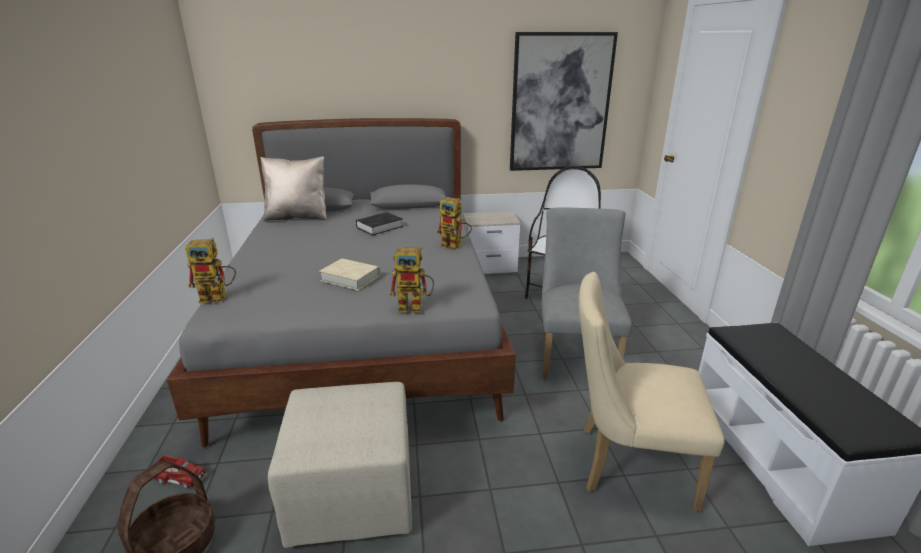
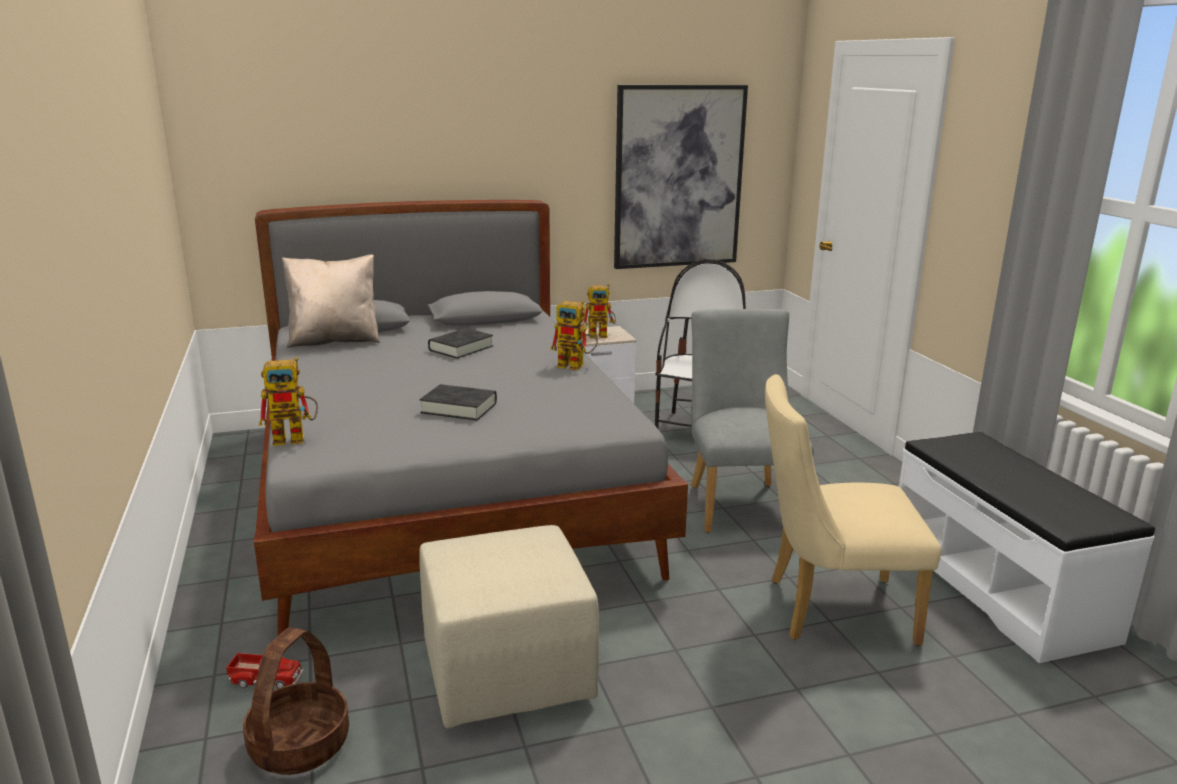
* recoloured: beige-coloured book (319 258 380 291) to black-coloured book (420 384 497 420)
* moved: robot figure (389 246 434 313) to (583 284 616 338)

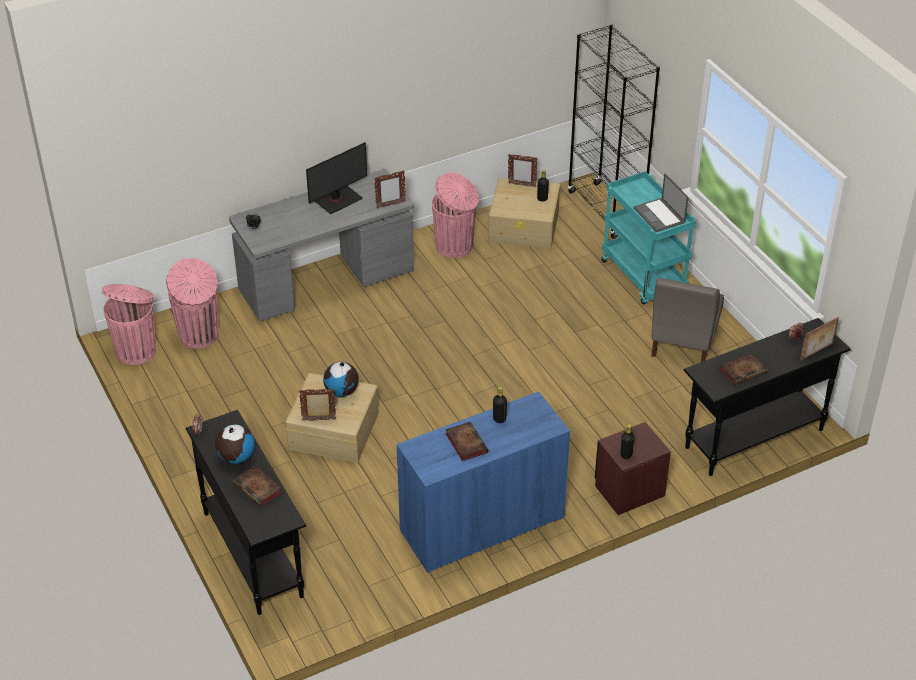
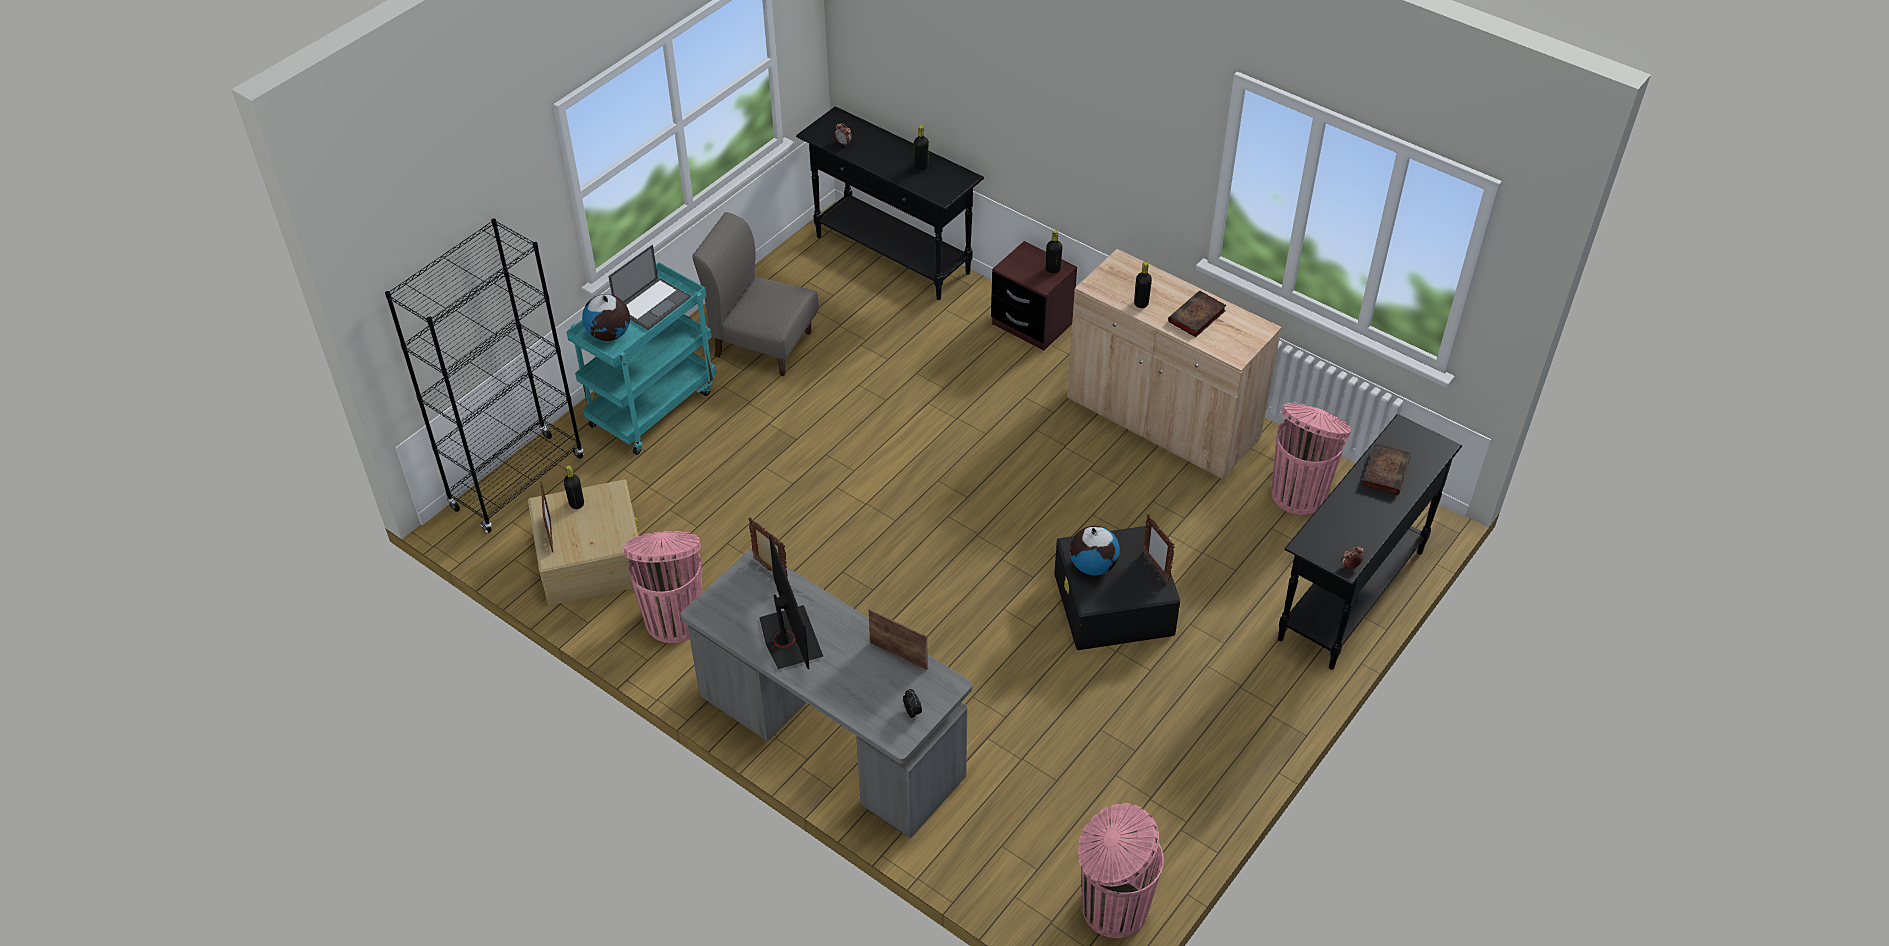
* moved: globe (215 424 255 464) to (582 294 630 341)
* turned: gray upright chair (651 278 724 362) = (692 212 819 376) 150 degrees counterclockwise
* turned: computer screen (306 142 367 214) = (759 534 823 669) 45 degrees clockwise
* moved: standing frame (800 317 839 361) to (868 609 928 670)
* replaced: book (719 353 768 385) to black-coloured beverage bottle (914 125 929 170)
* recoloured: beige-coloured storage container (286 373 379 463) to black-coloured storage container (1054 526 1180 650)
* recoloured: bluish cupboard (397 392 570 573) to beige-coloured cupboard (1067 249 1282 479)
* moved: pinkish trash can (166 258 218 348) to (1271 402 1351 515)

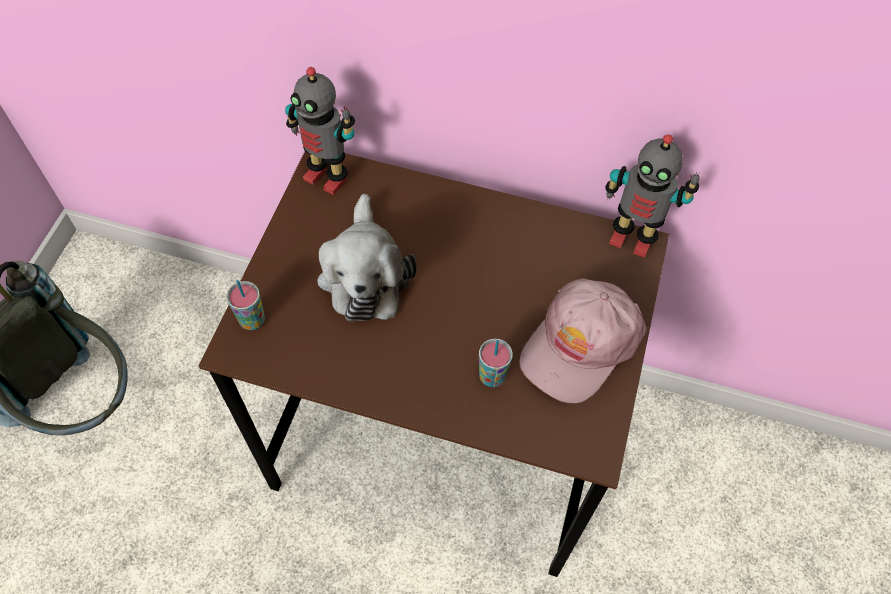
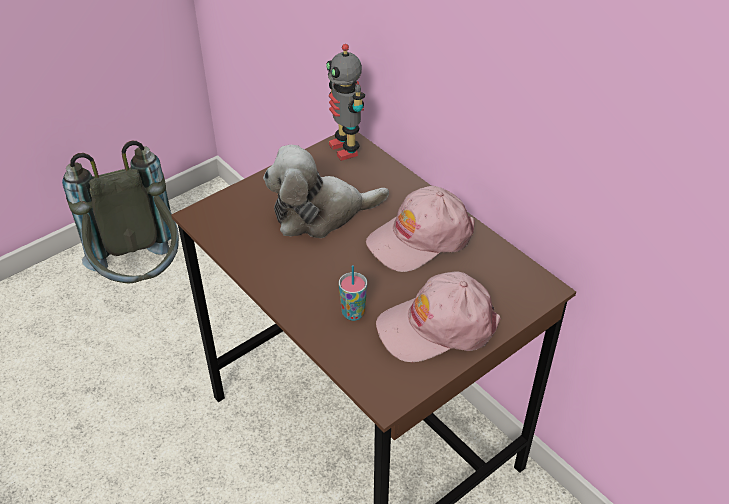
* turned: soft toy (317 194 417 322) = (263 145 389 238) 45 degrees clockwise
* added: pinkish baseball cap (366 186 475 272)
* removed: cup (226 280 265 330)
* removed: robot figure (605 134 699 258)

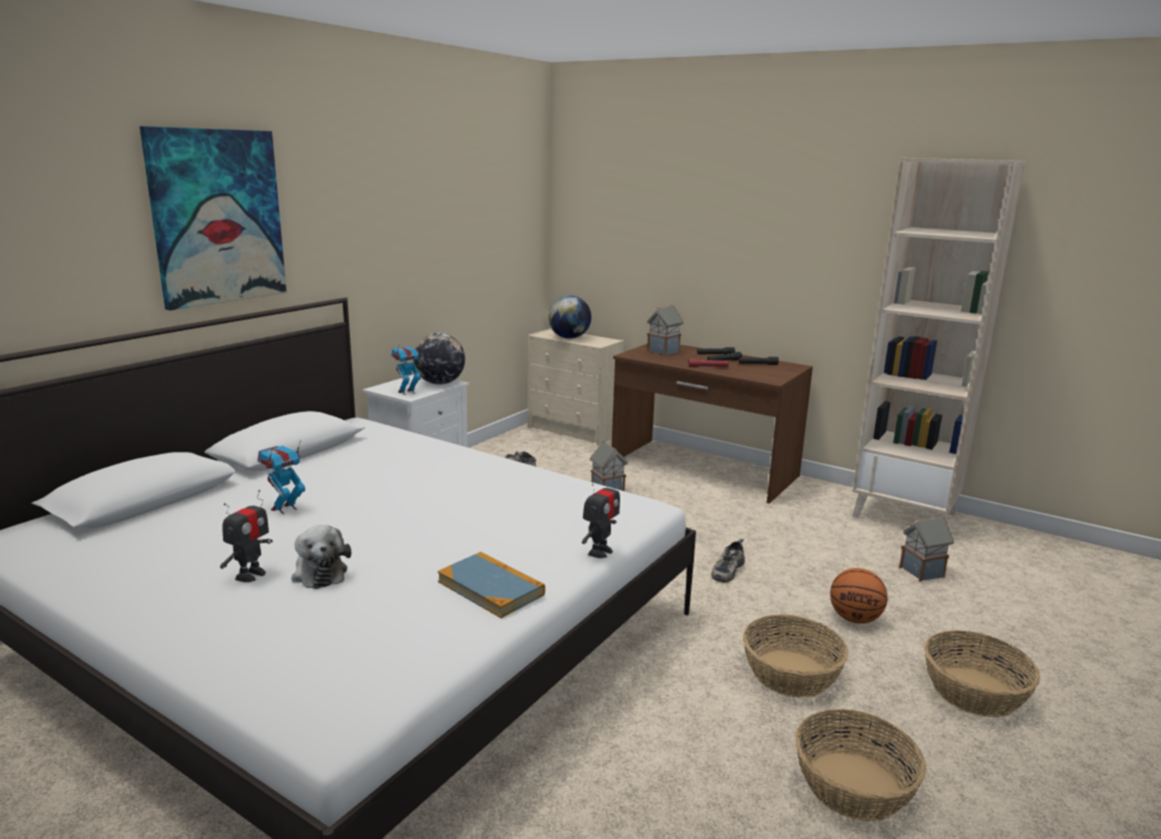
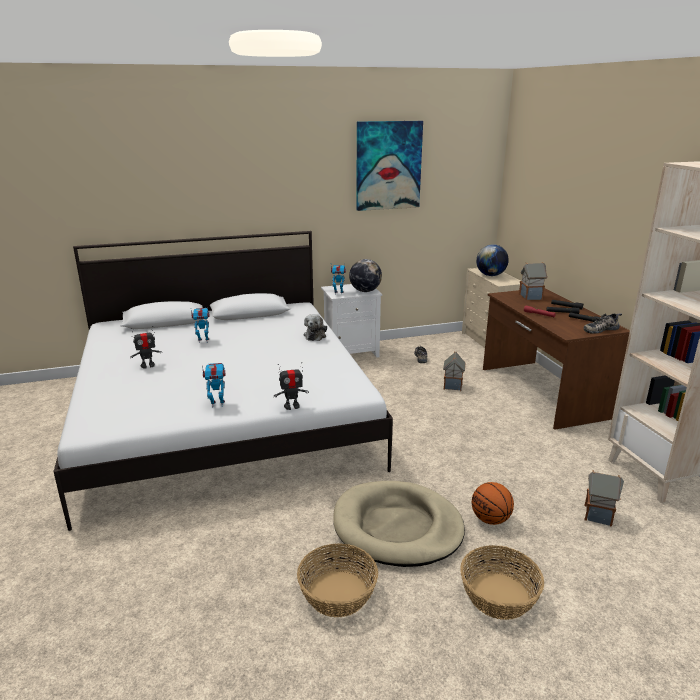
* replaced: book (438 552 545 618) to robot figure (202 363 225 408)
* moved: soft toy (291 525 351 589) to (304 314 327 341)
* replaced: storage basket (743 615 848 698) to beige-coloured pet bed (333 481 465 567)
* moved: picture (140 126 287 310) to (356 121 423 211)
* moved: item of footwear (711 539 745 583) to (583 313 622 334)

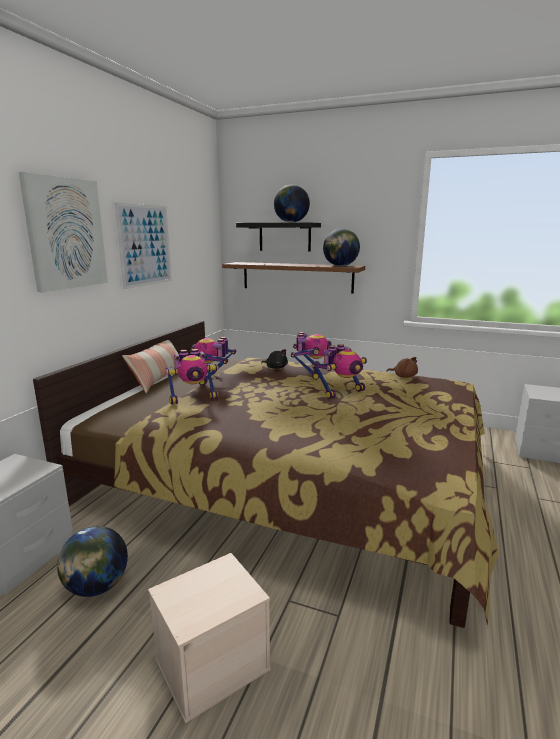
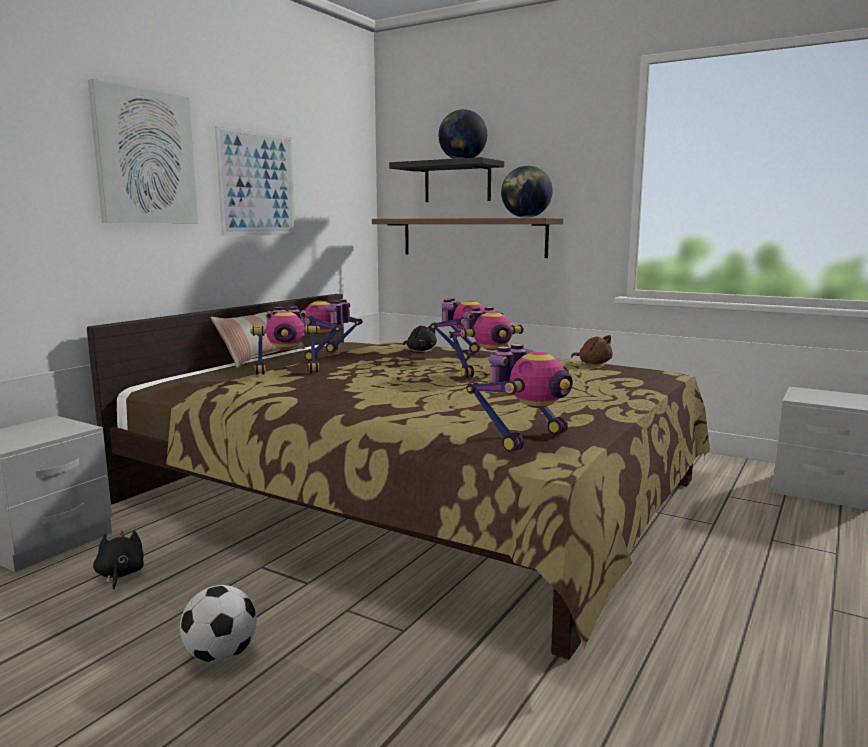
* replaced: globe (57 526 128 597) to black-coloured soft toy (93 530 144 590)
* replaced: beige-coloured storage container (148 553 270 723) to football (180 585 257 663)
* added: robot figure (467 344 573 453)

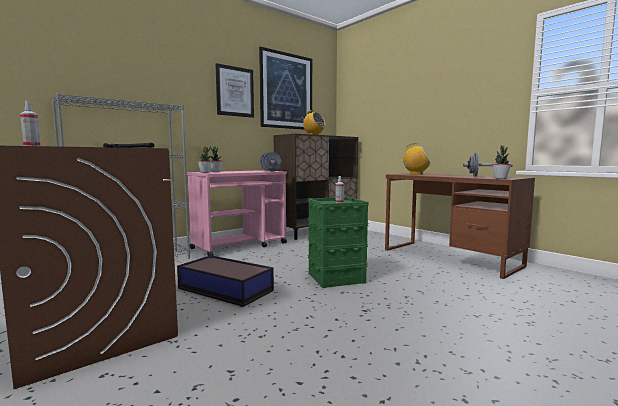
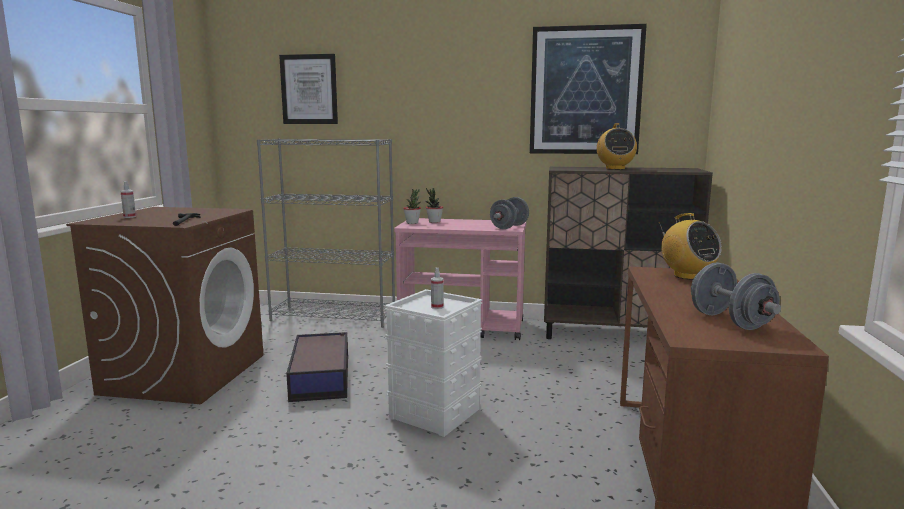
* moved: picture (215 63 254 118) to (279 54 338 124)
* recoloured: green storage container (308 197 369 288) to white storage container (385 289 482 437)
* removed: potted plant (492 145 511 179)

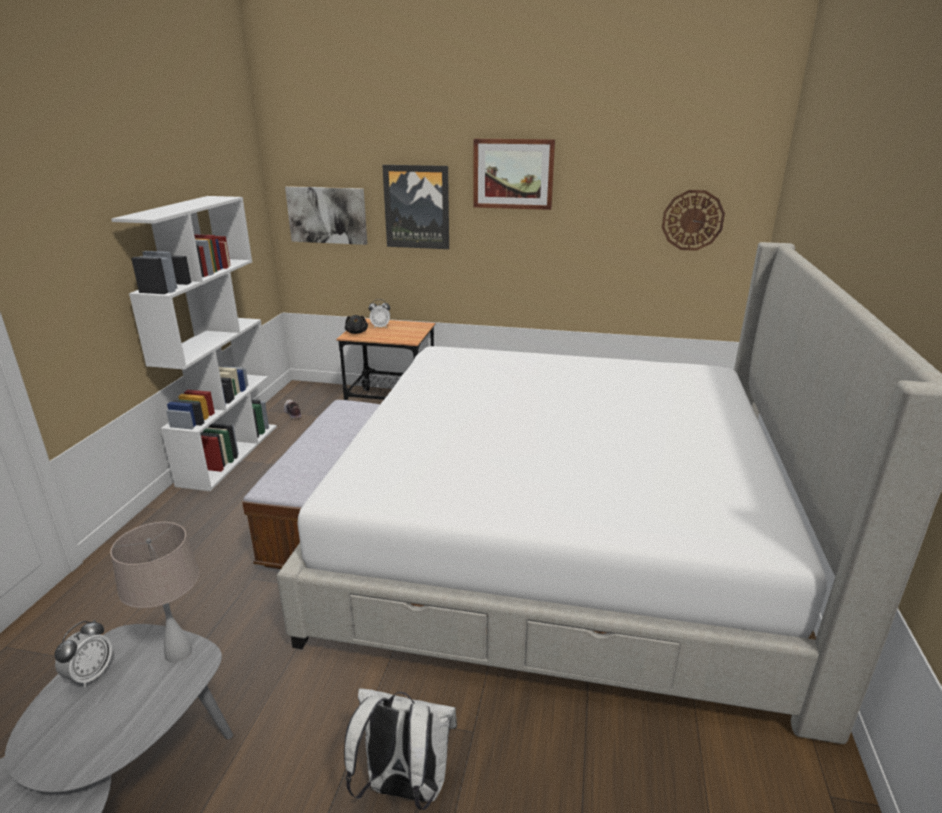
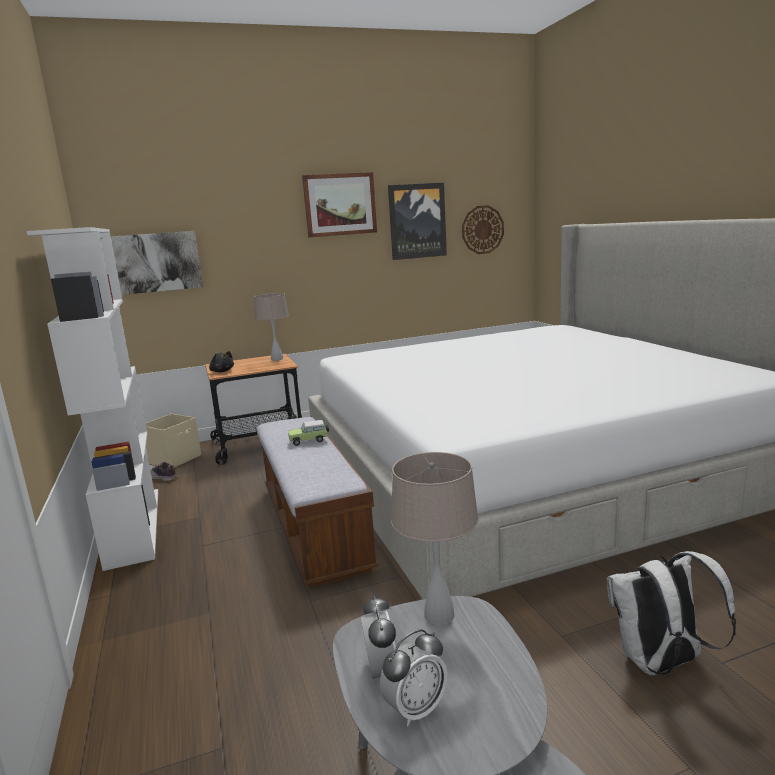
* added: beige-coloured storage container (146 414 201 468)
* added: beige-coloured tabletop lamp (254 293 289 361)
* added: model car (288 420 329 446)
* moved: table clock (368 299 390 328) to (380 629 448 726)
* moved: picture (382 165 449 249) to (388 183 447 260)

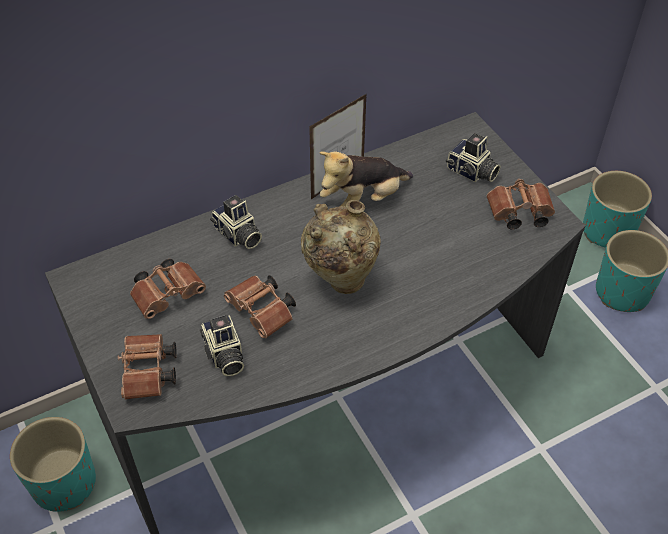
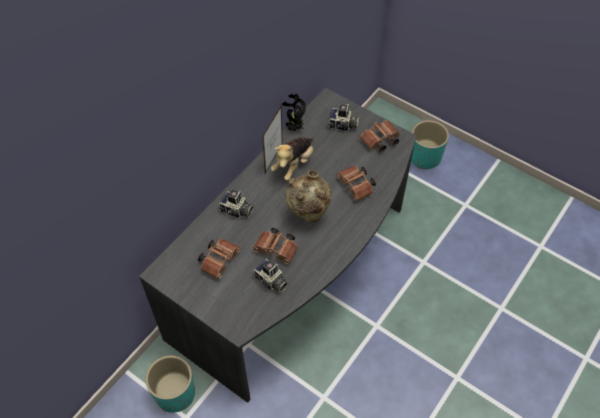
* added: potted plant (282 93 306 131)
* moved: brownish field glasses (118 334 177 400) to (336 166 376 201)
* removed: turquoise-coloured flower pot (583 171 652 248)

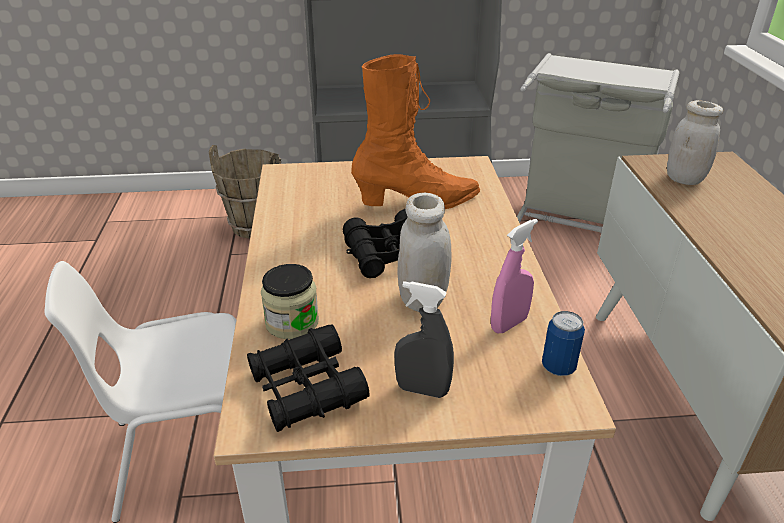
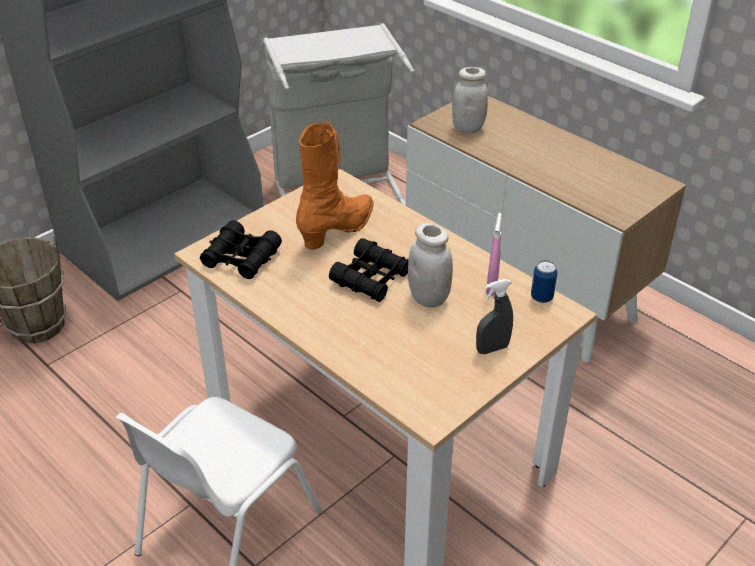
* moved: black-coloured field glasses (247 324 369 432) to (200 220 282 279)
* removed: preserve jar (261 264 319 339)

